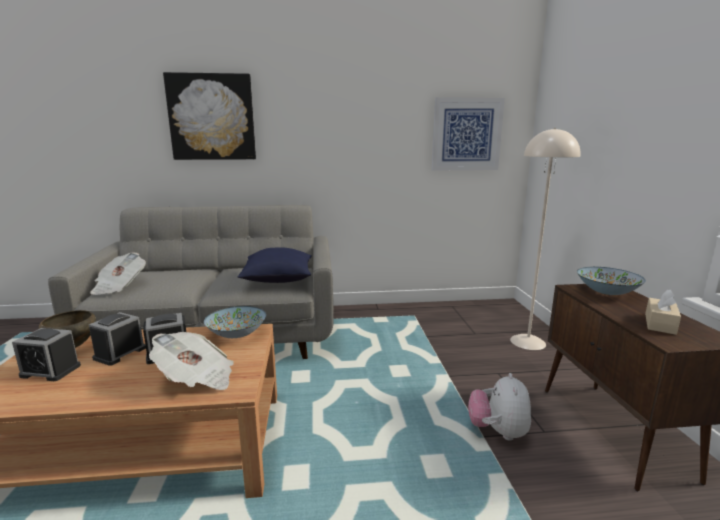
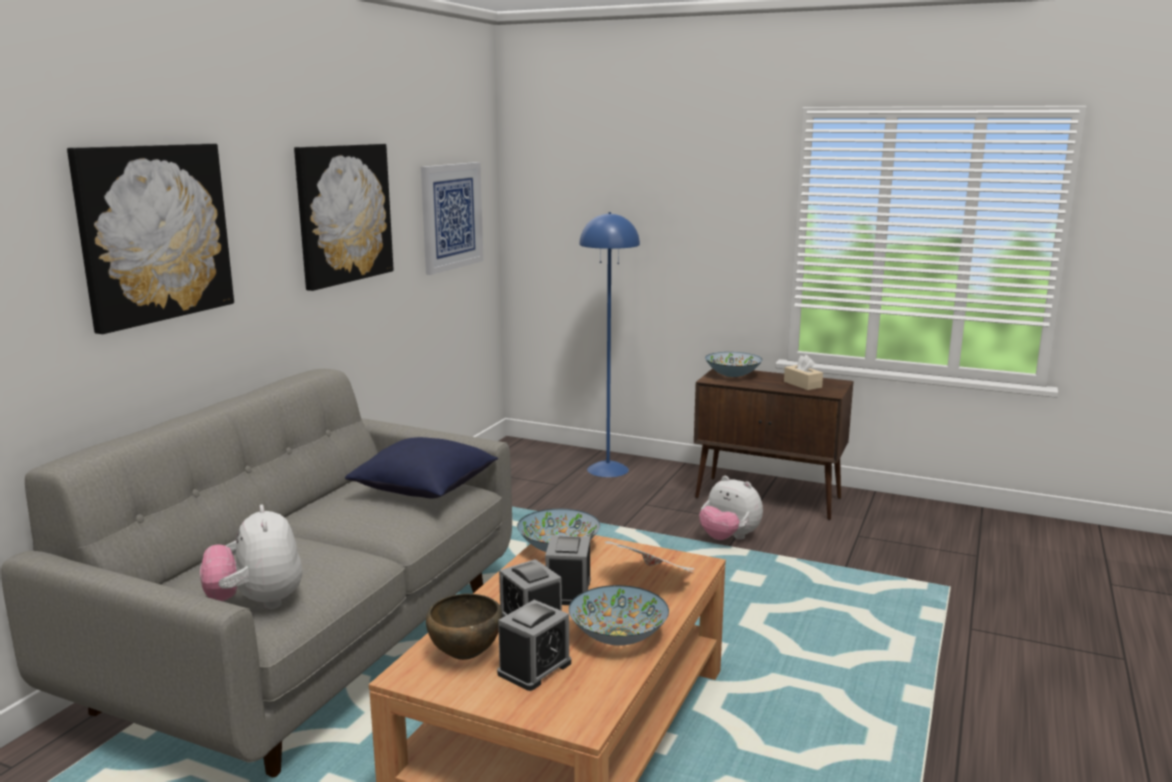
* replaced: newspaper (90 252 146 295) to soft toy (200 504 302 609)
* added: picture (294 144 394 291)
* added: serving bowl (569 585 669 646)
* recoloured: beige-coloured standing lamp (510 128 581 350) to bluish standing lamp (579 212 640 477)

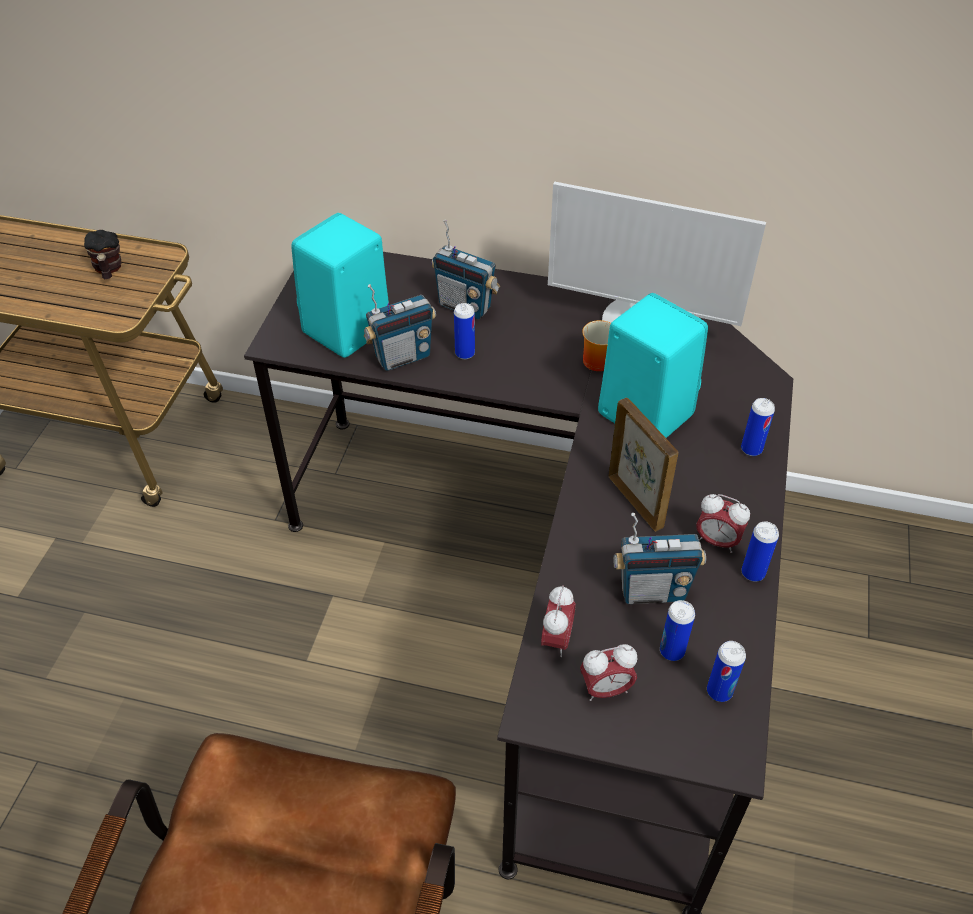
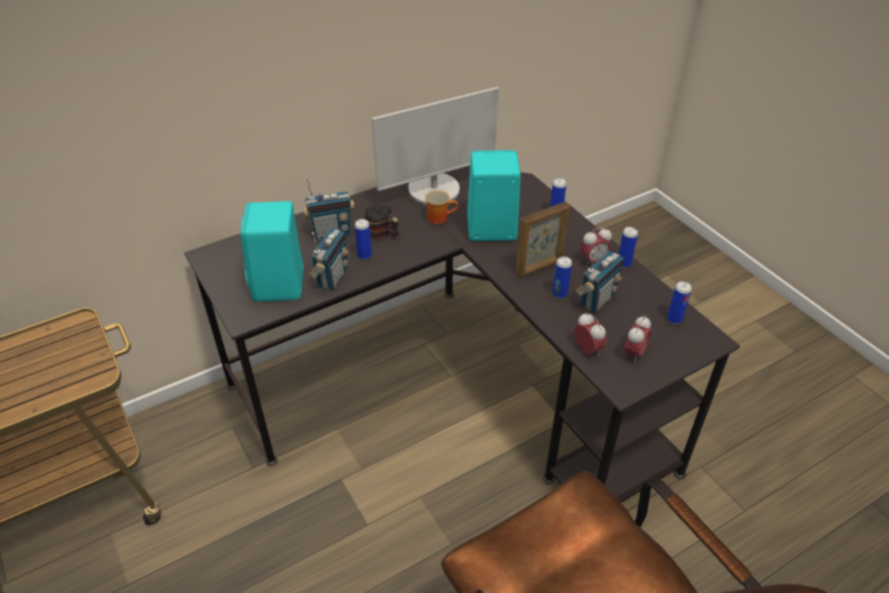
* moved: mug (84 230 121 279) to (365 205 399 238)
* turned: standing frame (608 398 679 532) = (515 202 570 278) 135 degrees clockwise
* moved: metal can (660 600 695 661) to (552 256 572 298)

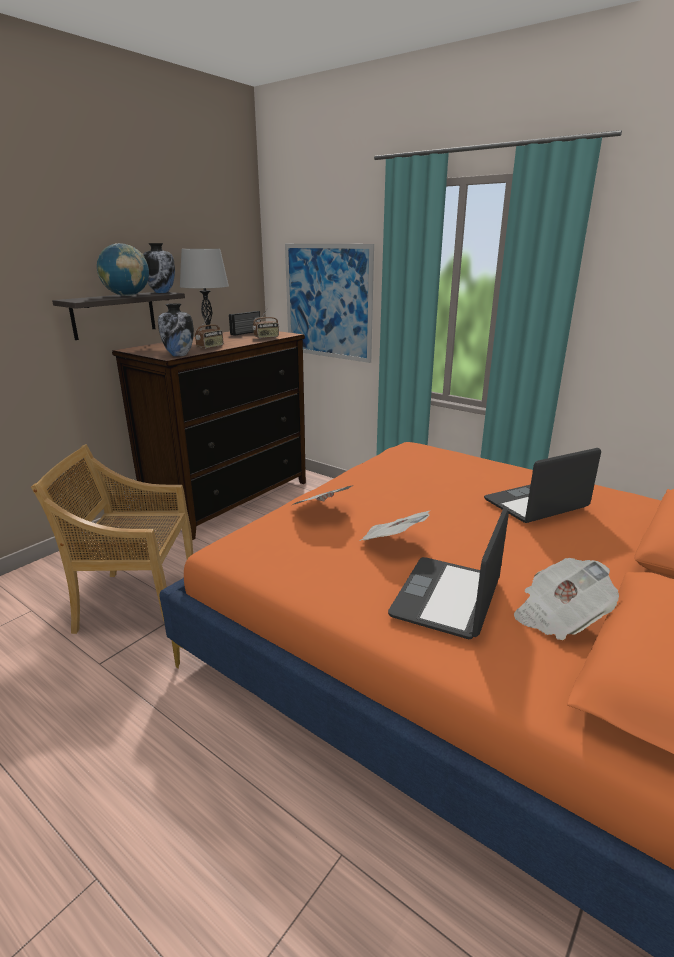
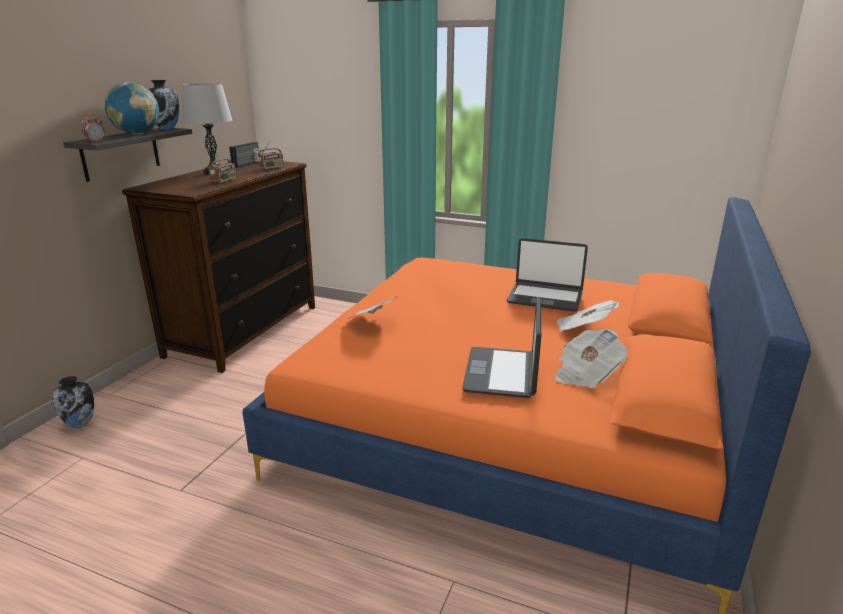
* moved: vase (158 303 194 357) to (52 376 94 428)
* added: table clock (82 114 105 143)
* turned: portable computer (484 448 601 523) = (507 238 588 312) 120 degrees counterclockwise
* moved: newspaper (359 511 430 541) to (557 300 619 331)
* removed: beige-coloured upright chair (31 444 193 634)
* removed: picture (285 244 374 363)

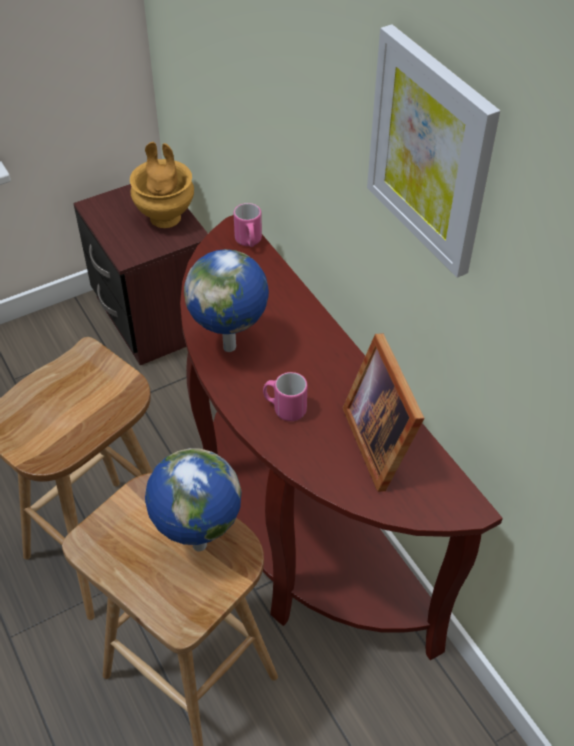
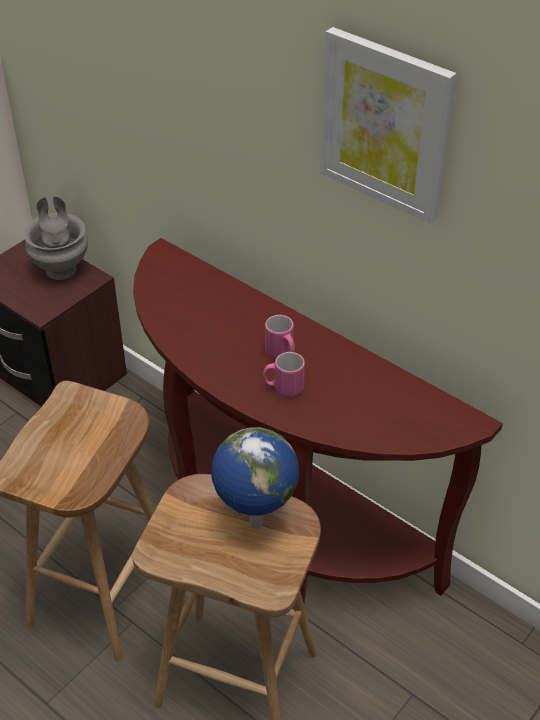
* recoloured: brownish vase (130 142 194 228) to gray vase (23 196 88 280)
* moved: pinkish mug (234 203 262 247) to (265 315 295 359)
* removed: globe (184 249 269 352)
* removed: standing frame (343 334 424 492)

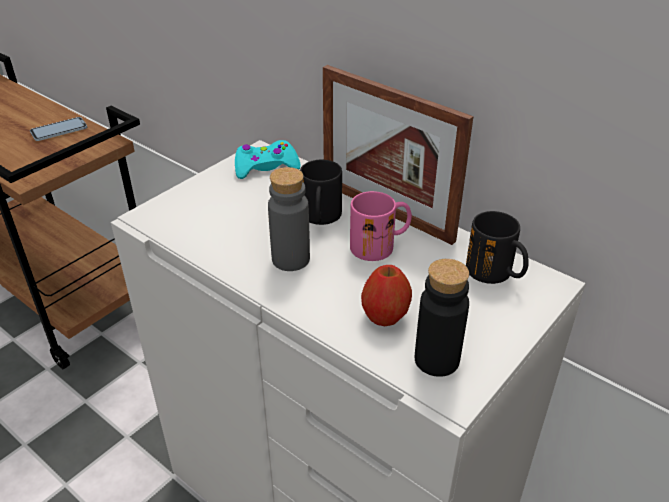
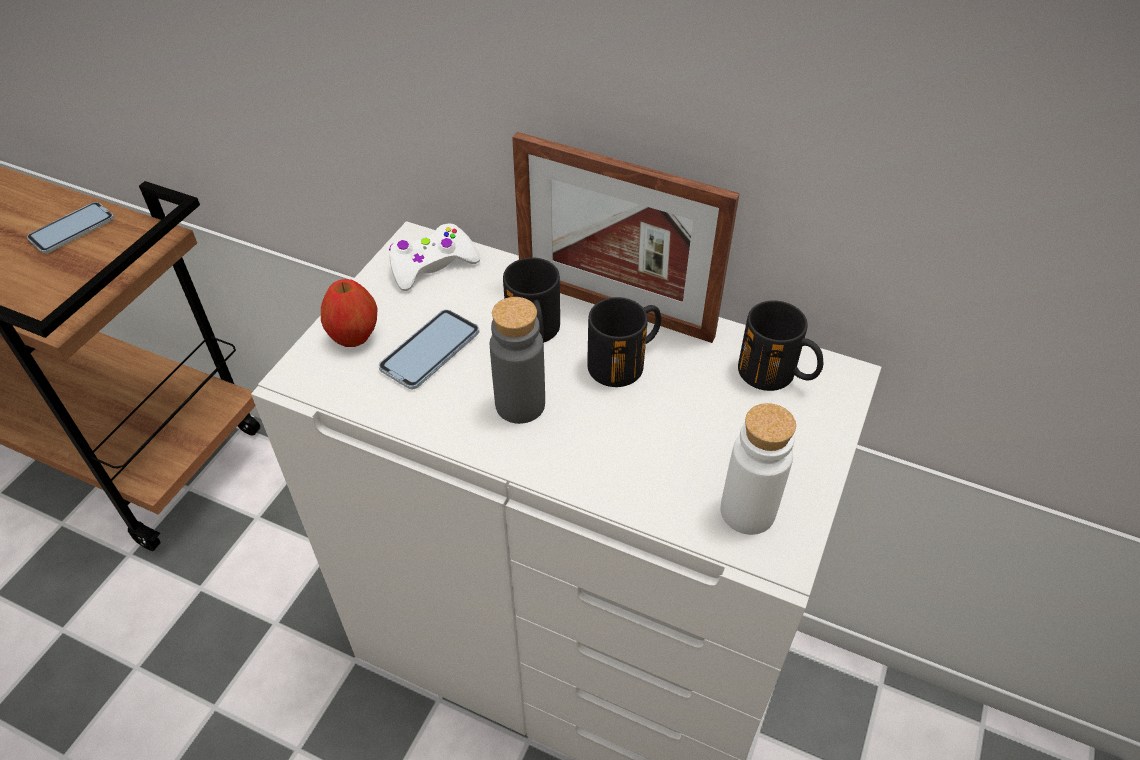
* moved: apple (361 265 412 326) to (321 279 378 347)
* added: phone (379 309 479 389)
* recoloured: turquoise-coloured game controller (235 140 301 179) to white game controller (389 223 480 291)
* recoloured: pinkish mug (350 191 412 261) to black-coloured mug (587 297 661 387)
* recoloured: black-coloured beverage bottle (415 259 469 377) to white beverage bottle (720 403 796 535)

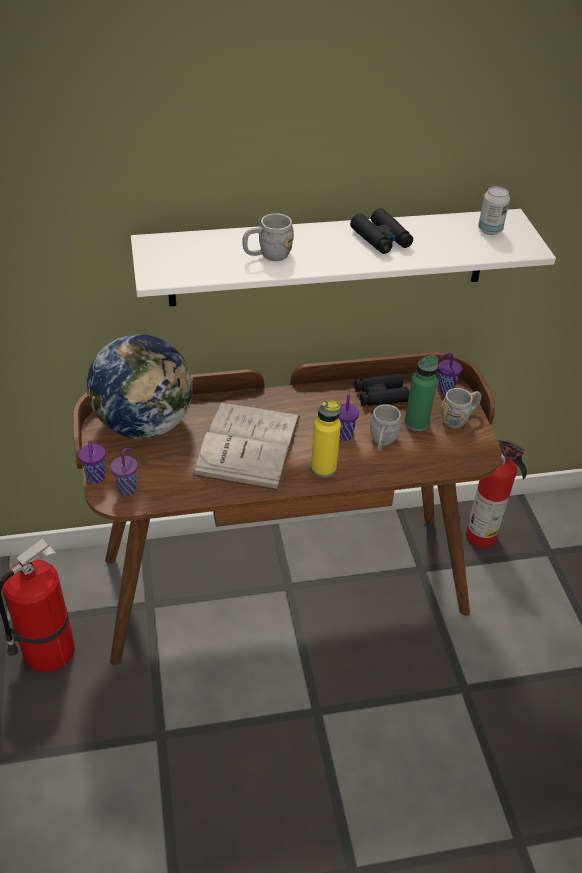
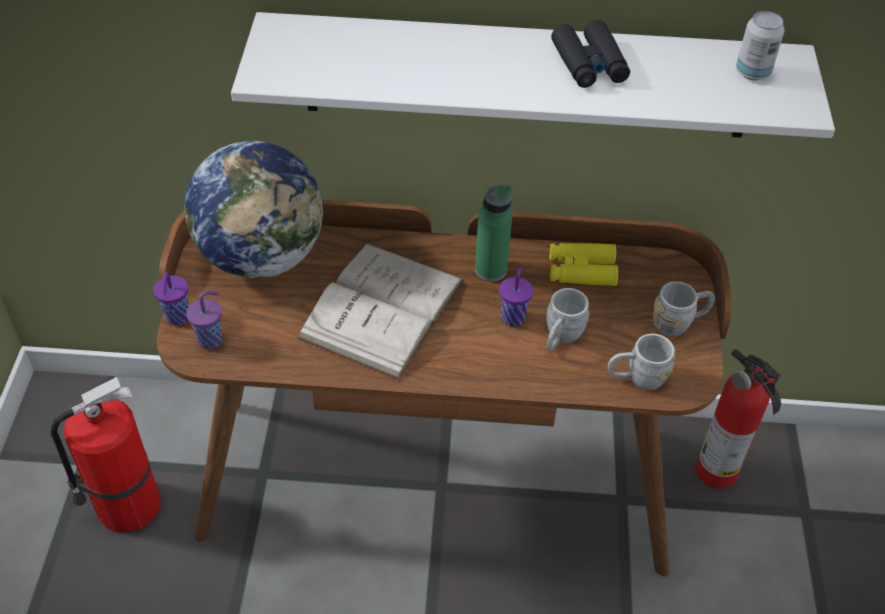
* moved: green beverage bottle (405 355 438 431) to (475 185 512 282)
* recoloured: black-coloured field glasses (354 373 409 406) to yellowish field glasses (549 243 618 286)
* moved: gray mug (242 213 294 261) to (608 334 675 390)
* removed: yellowish beverage bottle (311 401 341 477)
* removed: purple cup (438 353 462 395)

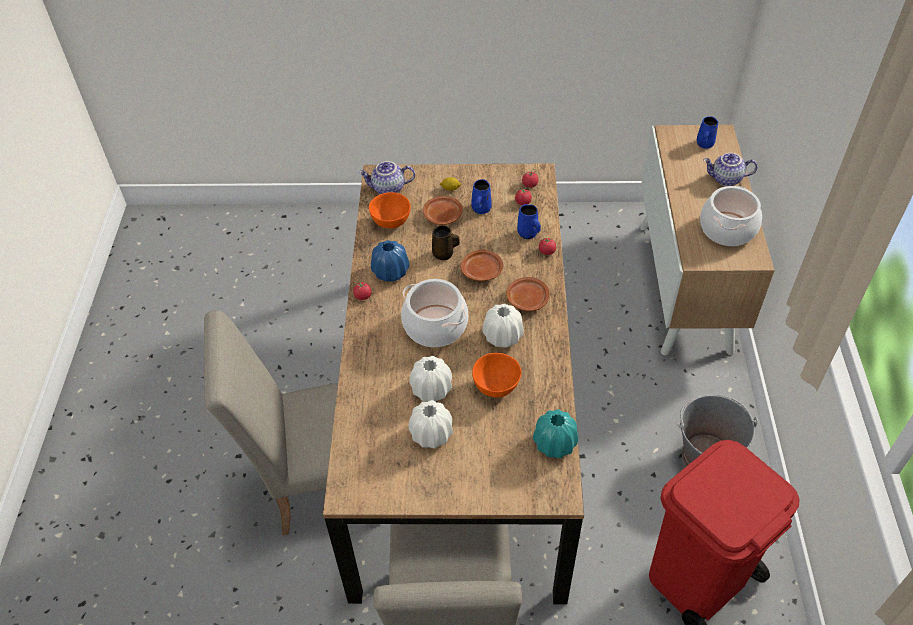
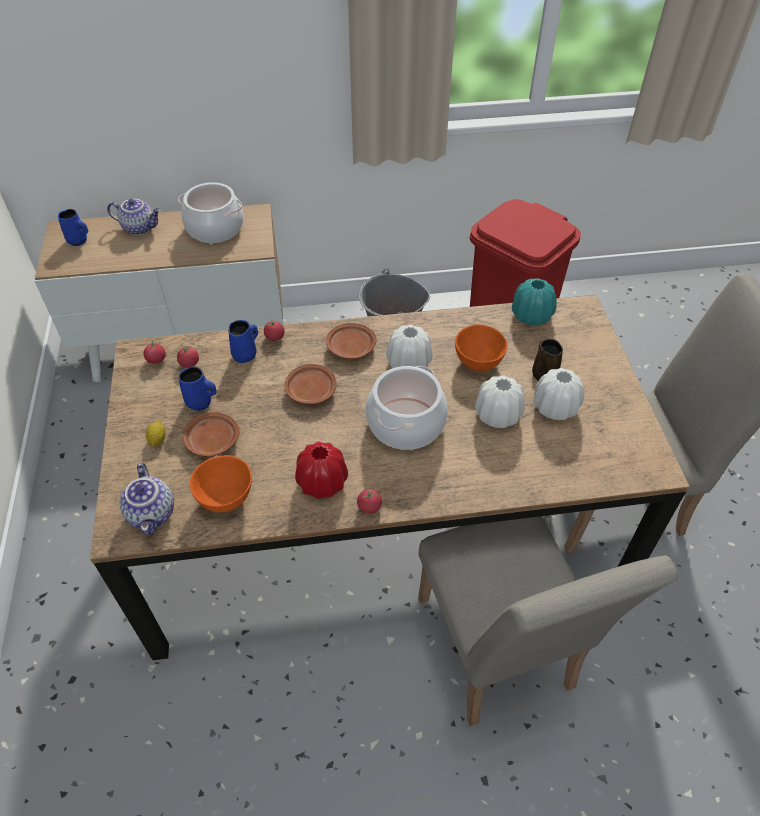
* turned: tea pot (703 153 757 186) = (107 199 161 235) 75 degrees counterclockwise
* recoloured: bluish vase (371 240 409 282) to reddish vase (295 442 348 499)
* moved: brownish mug (432 225 460 260) to (532 339 563 381)

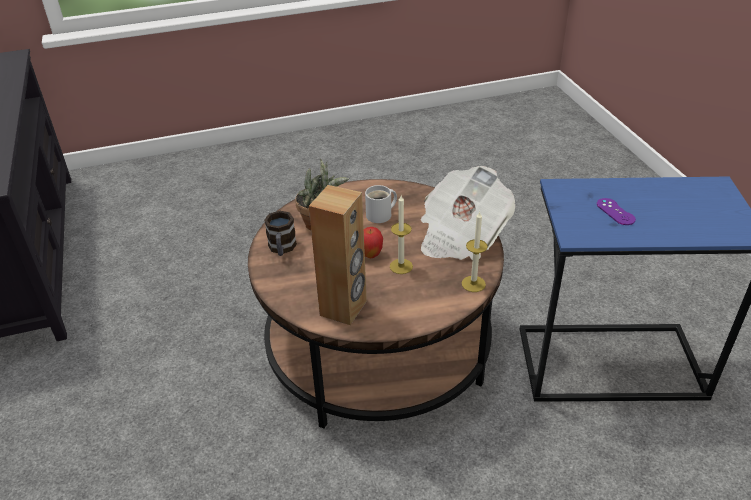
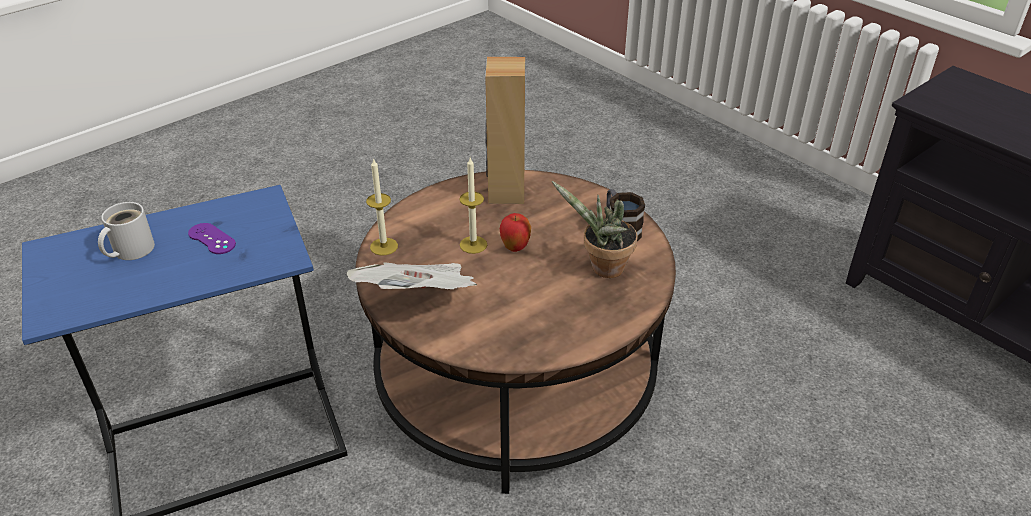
* moved: white mug (365 185 397 223) to (98 202 155 260)

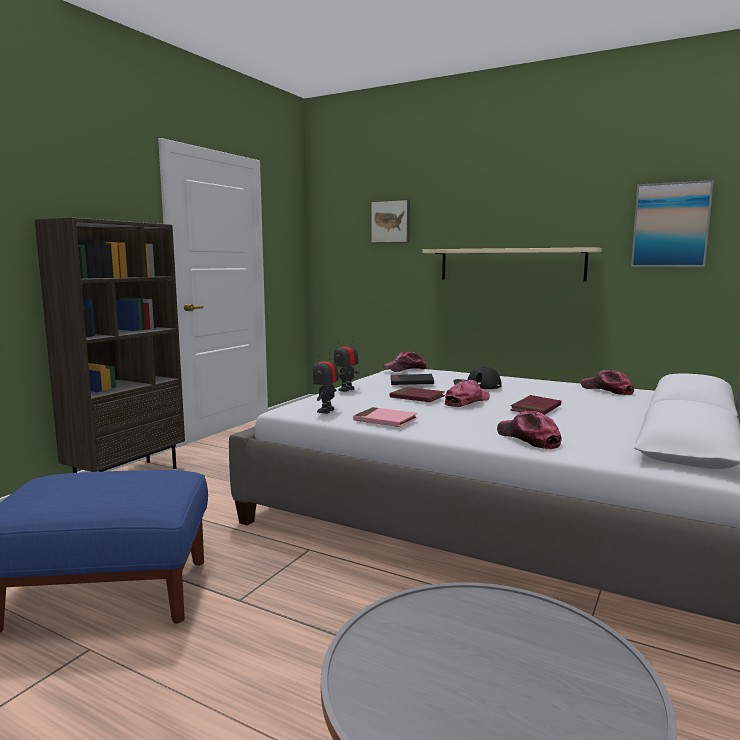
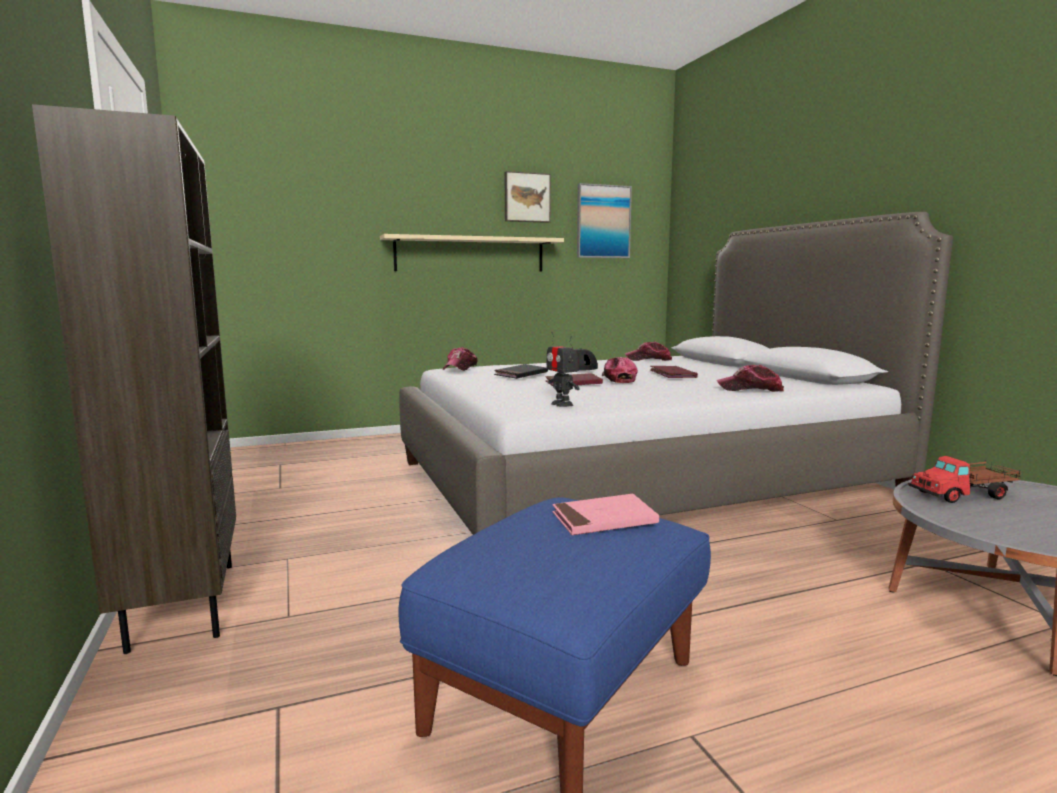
* moved: picture (371 199 410 243) to (504 171 551 223)
* moved: pinkish book (353 407 418 427) to (553 494 659 535)
* added: model truck (908 456 1021 503)
* removed: robot figure (334 336 359 392)

